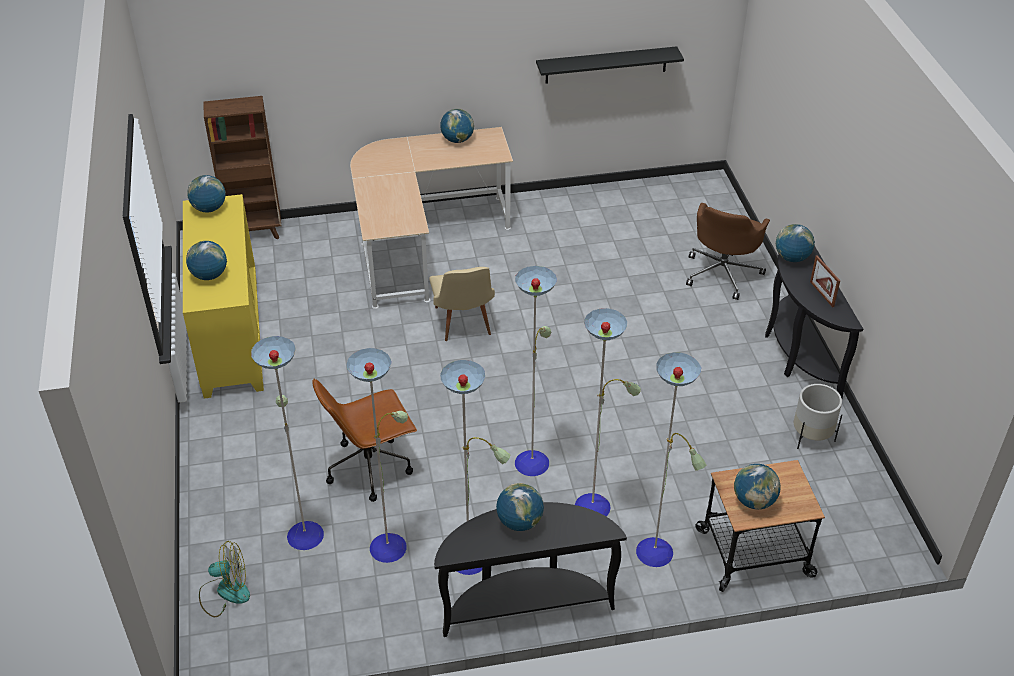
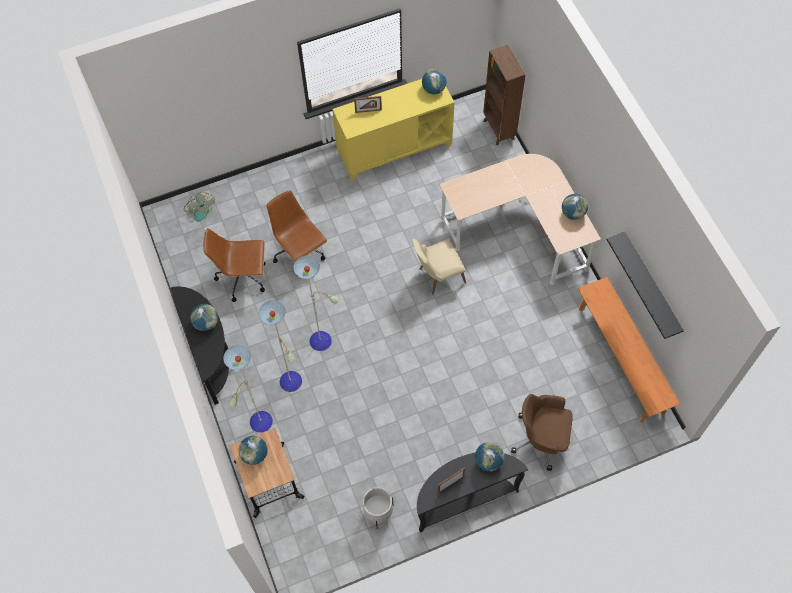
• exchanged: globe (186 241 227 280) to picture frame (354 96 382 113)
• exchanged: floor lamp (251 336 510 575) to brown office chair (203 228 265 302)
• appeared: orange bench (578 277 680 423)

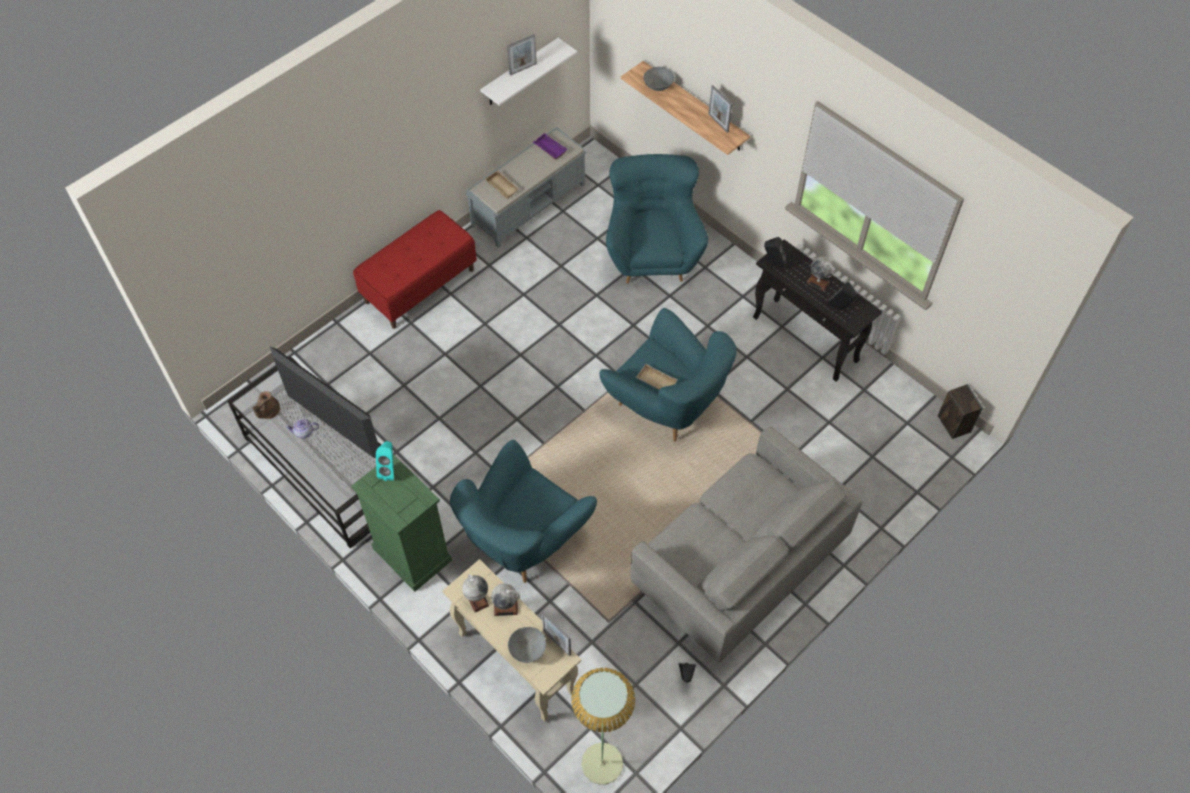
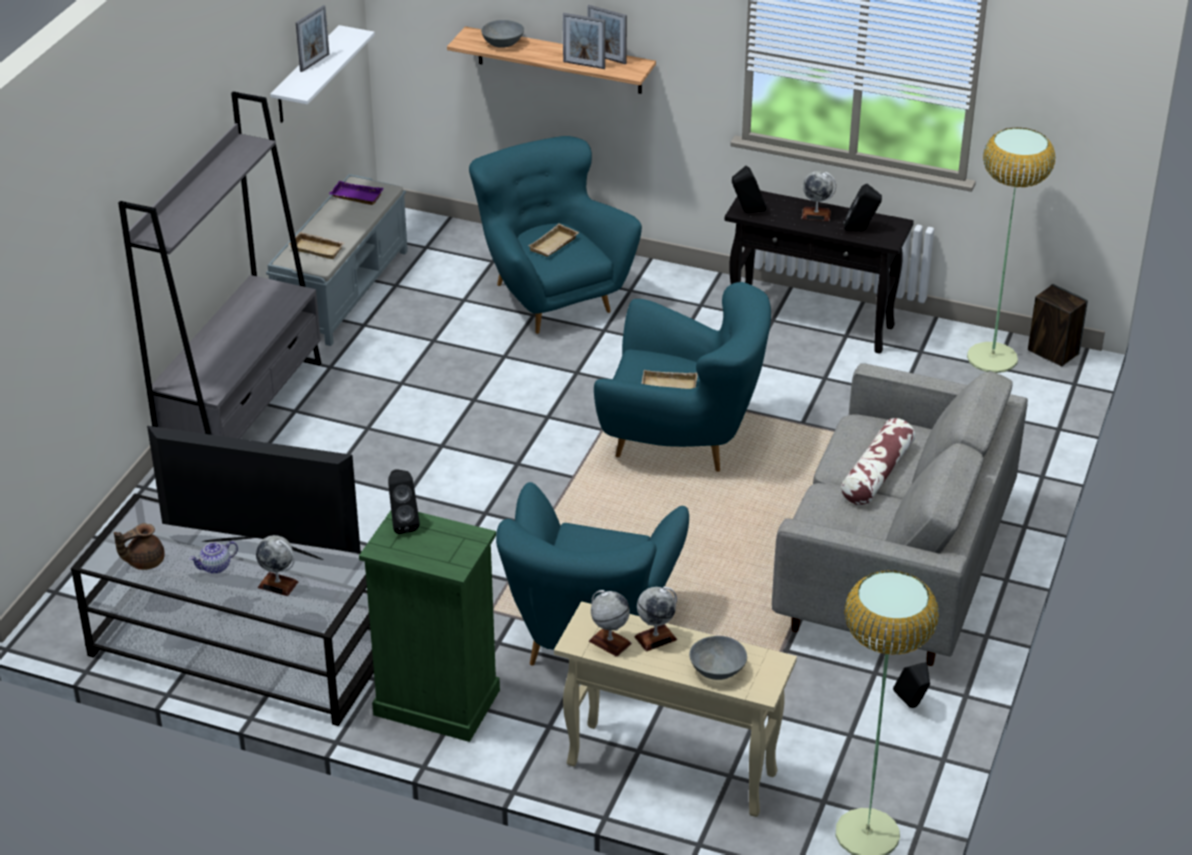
• exchanged: red bench (353 210 477 329) to grey bookcase (118 92 321 439)
• spun: brown teapot (253 391 280 419) = (114 523 165 570) 60 degrees clockwise
• colour: turquoise speaker (376 441 394 481) to black speaker (388 469 420 534)
• relocated: picture frame (542 612 571 656) to (563 13 605 69)
• appeared: floor lamp (967 128 1056 373)
• appeared: beige tray (528 223 579 257)
• appeared: pillow (840 418 915 506)
• appeared: globe (256 535 298 596)

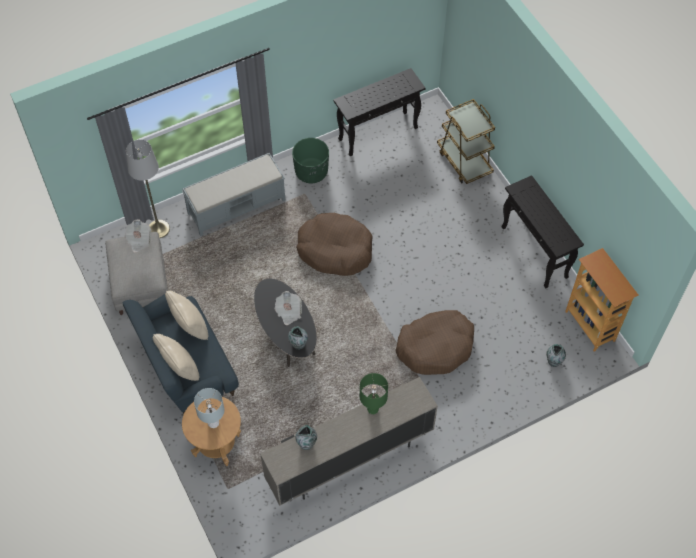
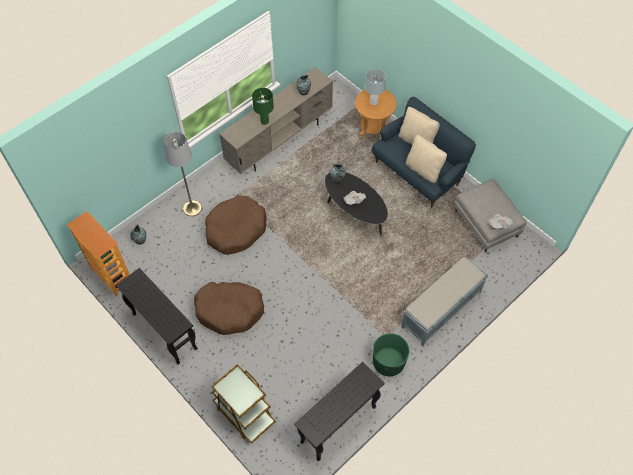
• relocated: grey floor lamp (126 140 170 238) to (164 132 202 216)
• relocated: brown dog bed (296 213 372 276) to (194 282 264 335)

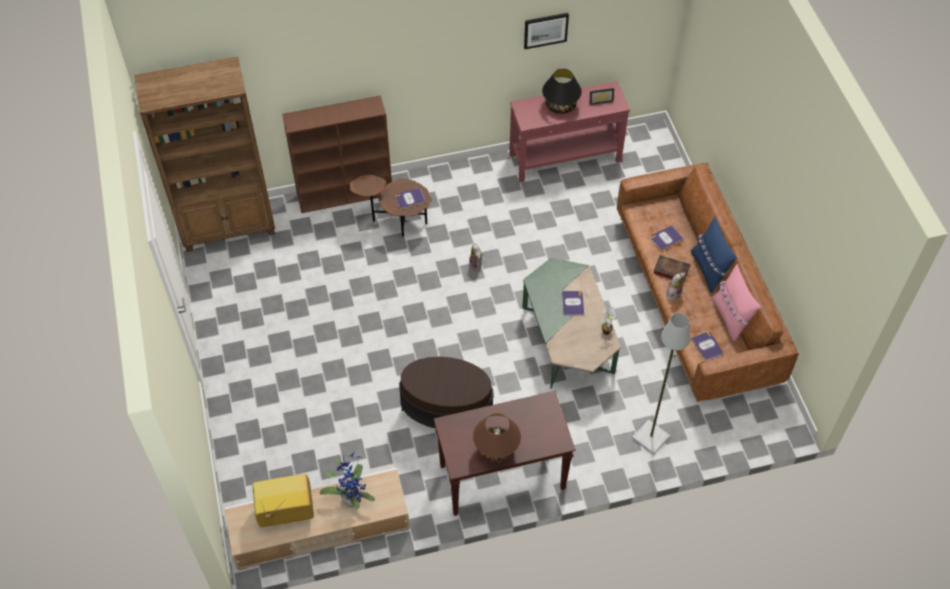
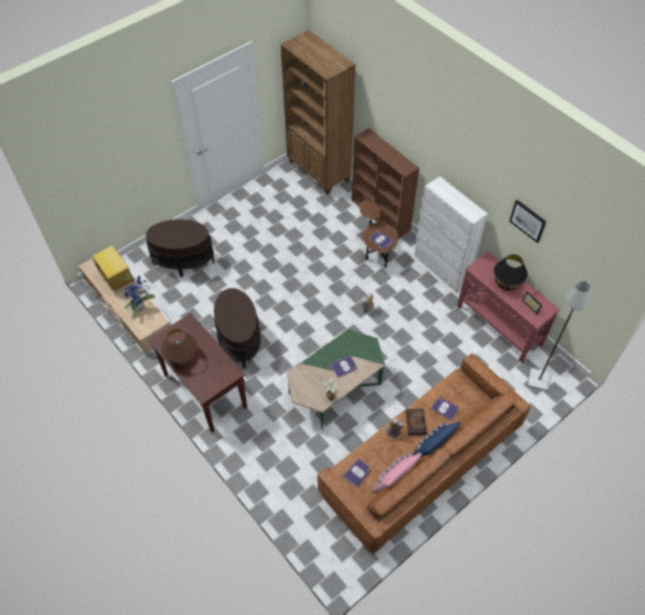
• relocated: grey floor lamp (632 313 691 455) to (528 281 591 391)
• appeared: white cabinet (414 176 488 292)
• appeared: brown side table (146 219 215 277)

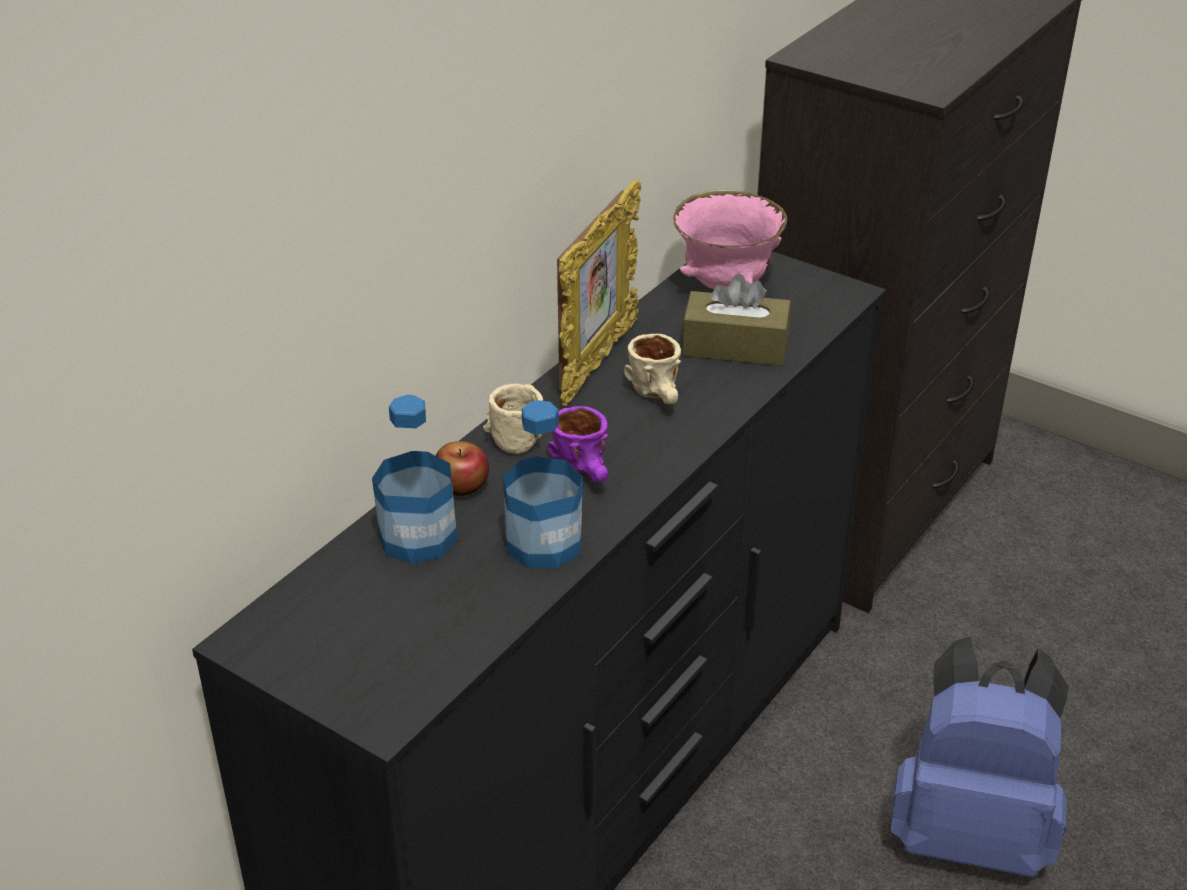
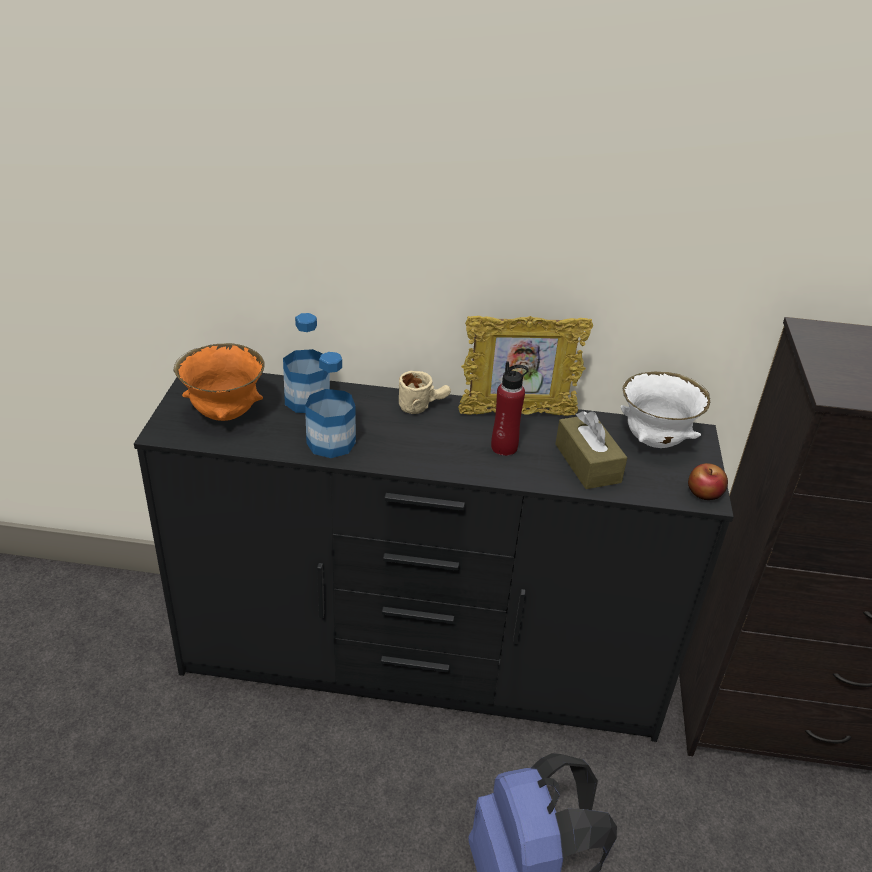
• colour: pink bowl (673 190 787 289) to white bowl (621 372 710 448)
• exchanged: beige mug (624 334 681 404) to red bottle (491 361 529 456)
• missing: purple mug (548 406 608 482)
• relocated: apple (436 441 489 496) to (688 463 728 500)
• appeared: orange bowl (173 343 265 421)

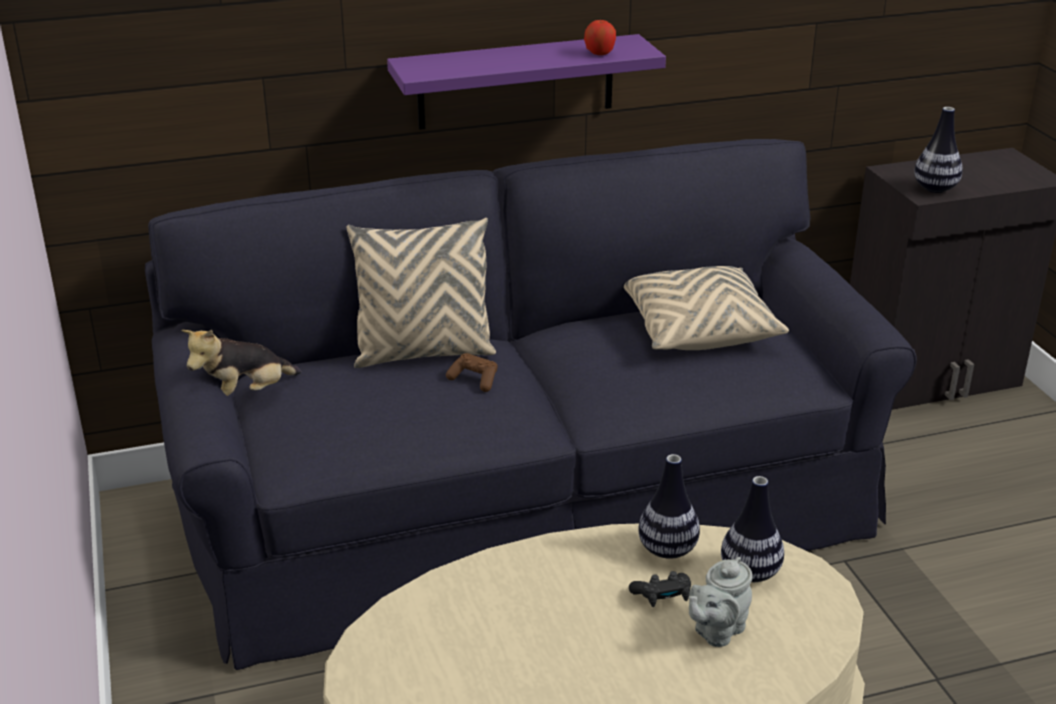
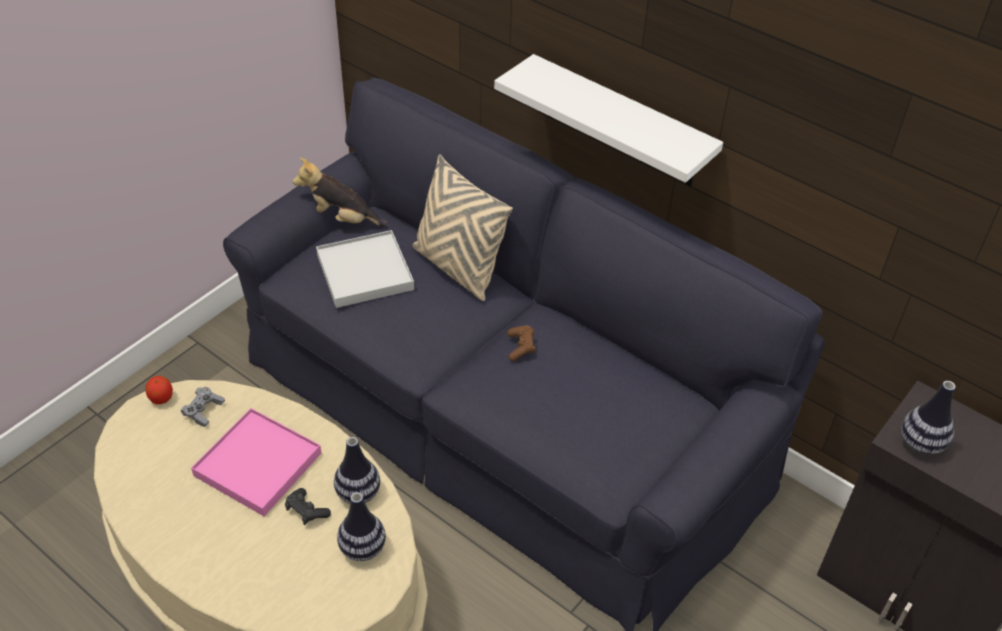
• relocated: apple (584 20 616 55) to (145 376 173 404)
• colour: purple shelf (387 34 666 130) to white shelf (494 54 723 186)
• missing: beige pillow (624 266 789 350)
• relocated: brown game controller (446 353 497 392) to (507 325 535 361)
• missing: grey teapot (689 557 753 647)
• appeared: white tray (316 230 414 308)
• appeared: grey game controller (181 387 225 427)
• appeared: pink tray (191 408 321 516)

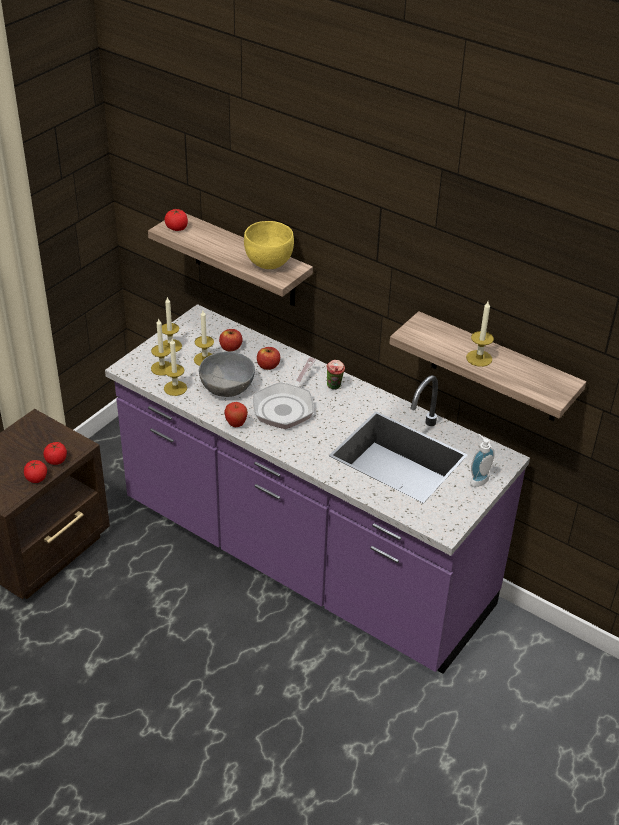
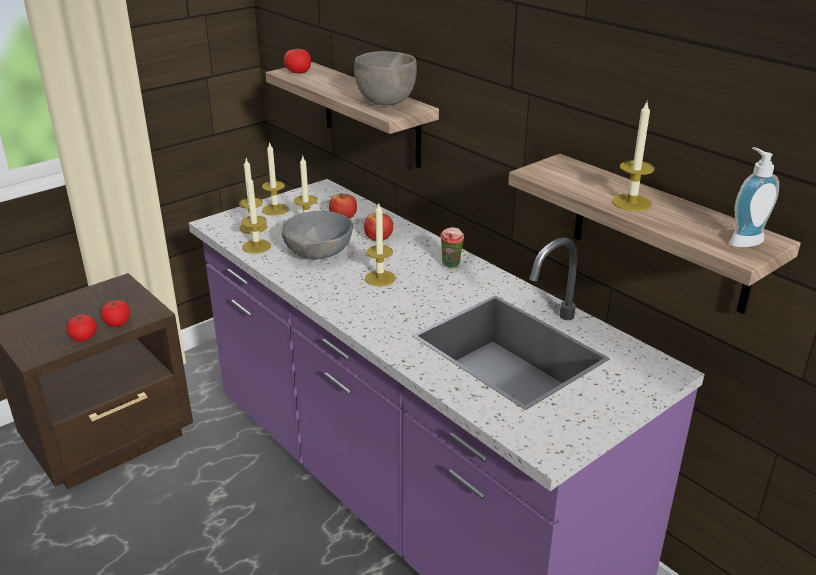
• colour: yellow bowl (244 221 294 269) to grey bowl (354 51 417 105)
• exchanged: frying pan (253 357 316 429) to candle (365 204 396 286)
• missing: apple (224 402 248 427)
• relocated: soap dispenser (470 434 495 487) to (730 147 779 247)

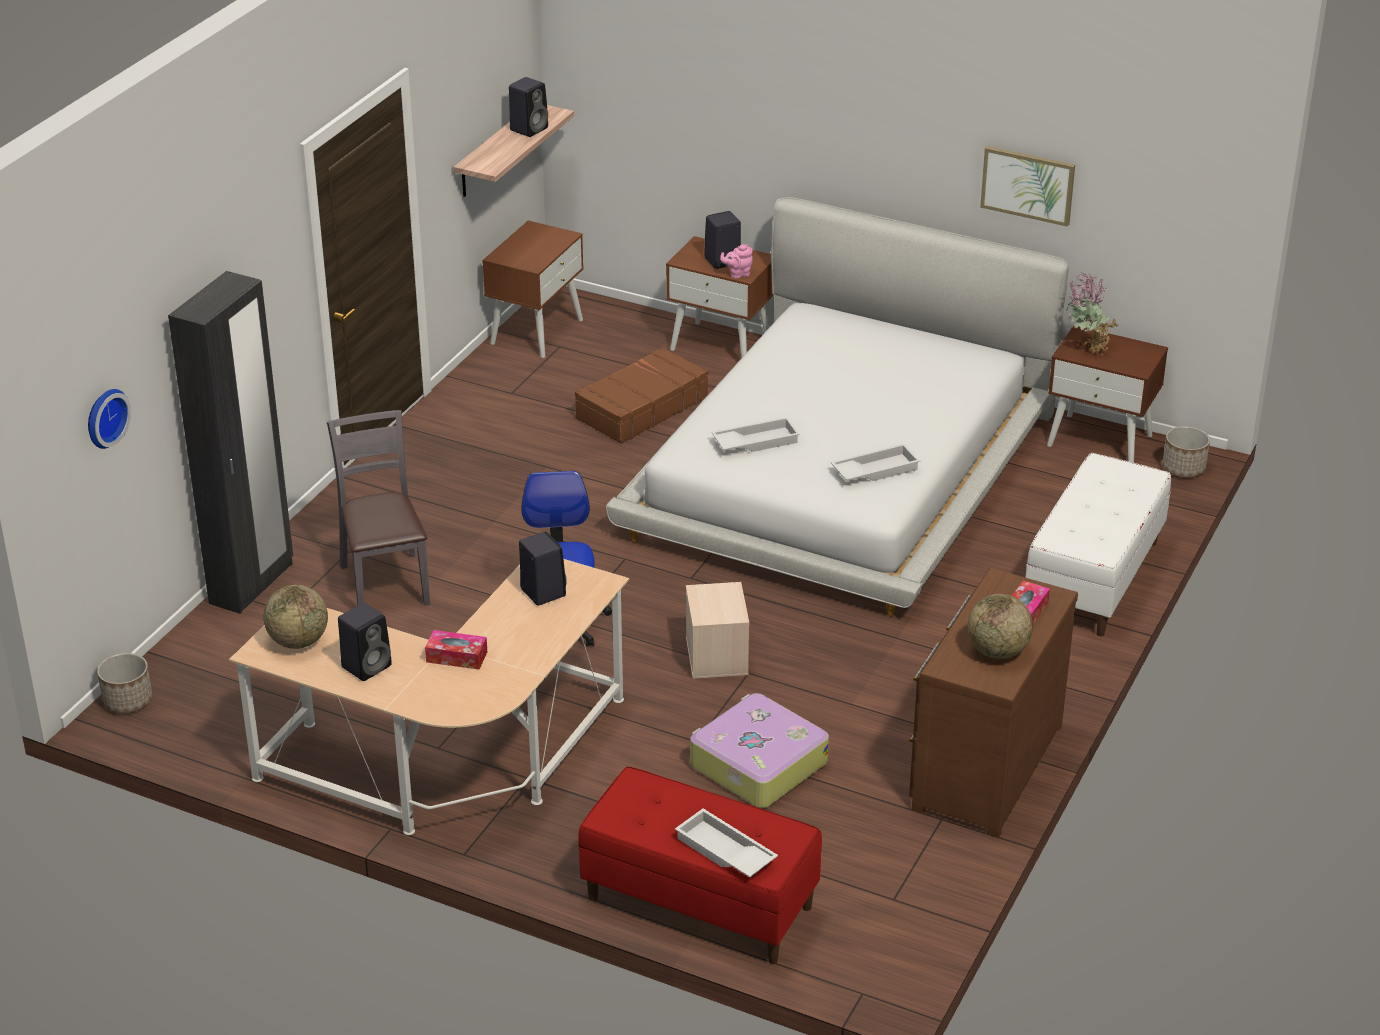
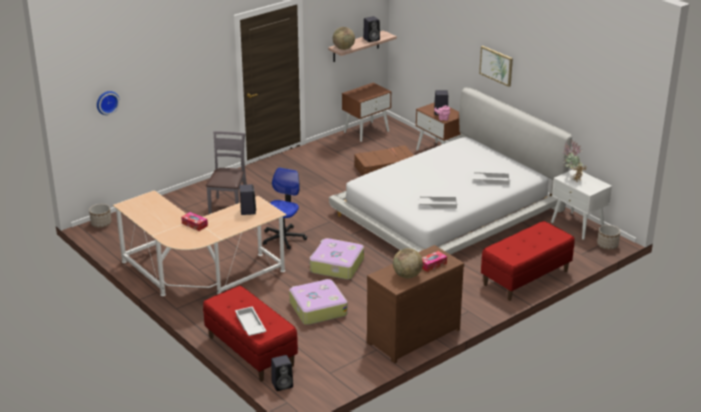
• relocated: picture (980 146 1075 227) to (479 46 513 87)
• missing: black wardrobe (168 271 293 614)
• colour: brown nightstand (1047 325 1168 463) to white nightstand (551 168 612 240)
• relocated: white tray (712 417 800 452) to (473 172 510 185)
• colour: white bench (1025 453 1171 636) to red bench (481 221 575 301)
• exchanged: beige storage box (686 582 749 679) to suitcase (309 238 364 280)
• relocated: globe (264 585 328 649) to (333 27 355 50)
• relocated: black speaker (338 603 392 681) to (271 355 293 391)

